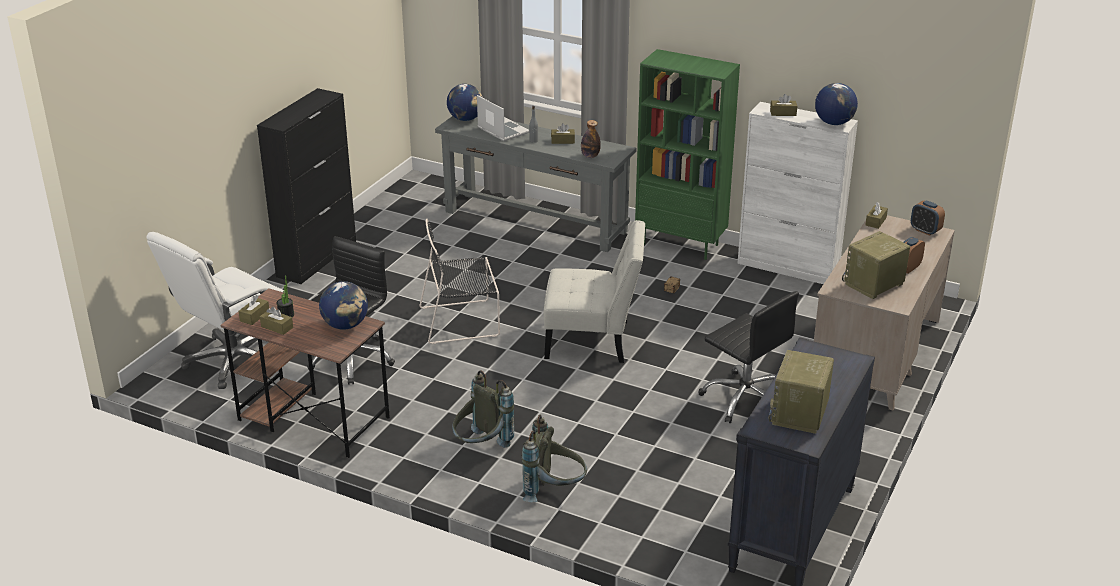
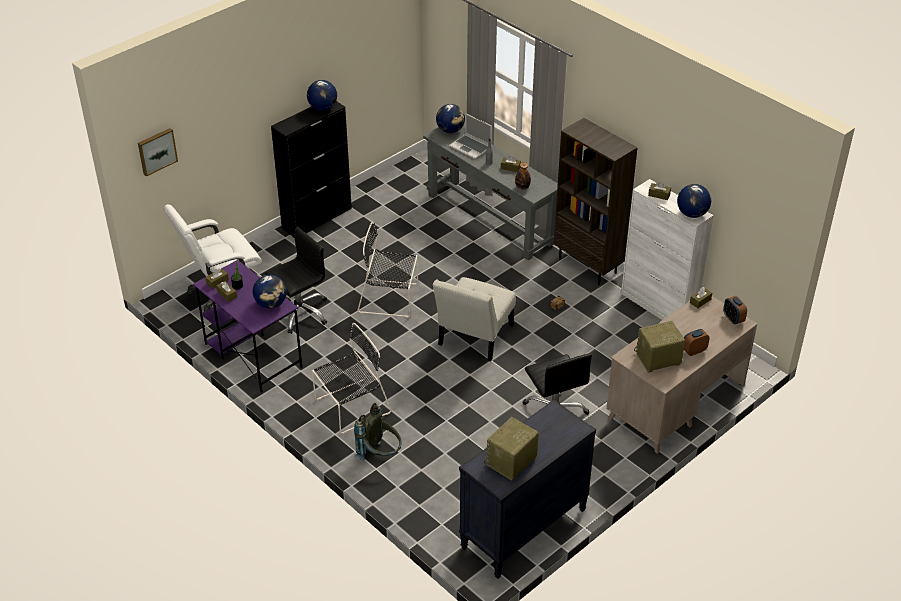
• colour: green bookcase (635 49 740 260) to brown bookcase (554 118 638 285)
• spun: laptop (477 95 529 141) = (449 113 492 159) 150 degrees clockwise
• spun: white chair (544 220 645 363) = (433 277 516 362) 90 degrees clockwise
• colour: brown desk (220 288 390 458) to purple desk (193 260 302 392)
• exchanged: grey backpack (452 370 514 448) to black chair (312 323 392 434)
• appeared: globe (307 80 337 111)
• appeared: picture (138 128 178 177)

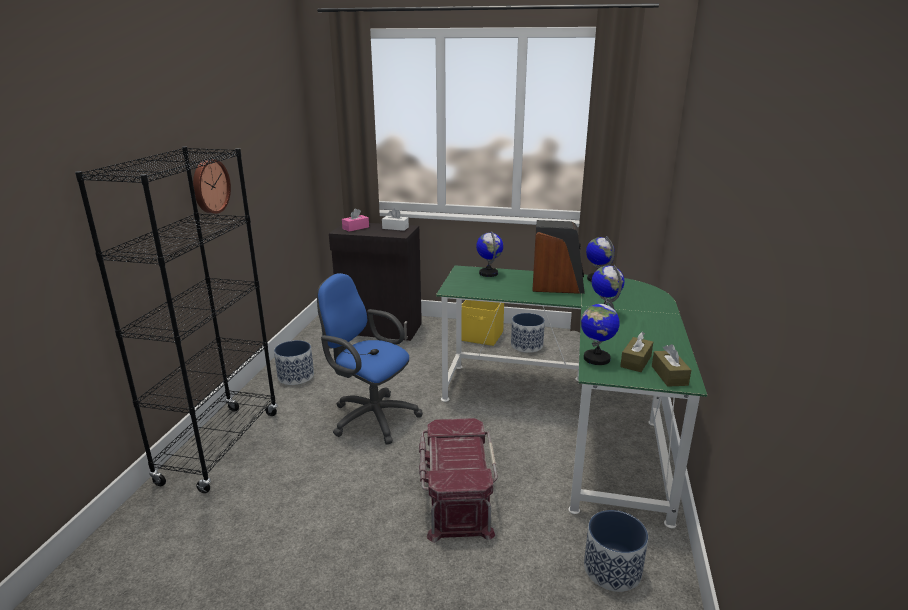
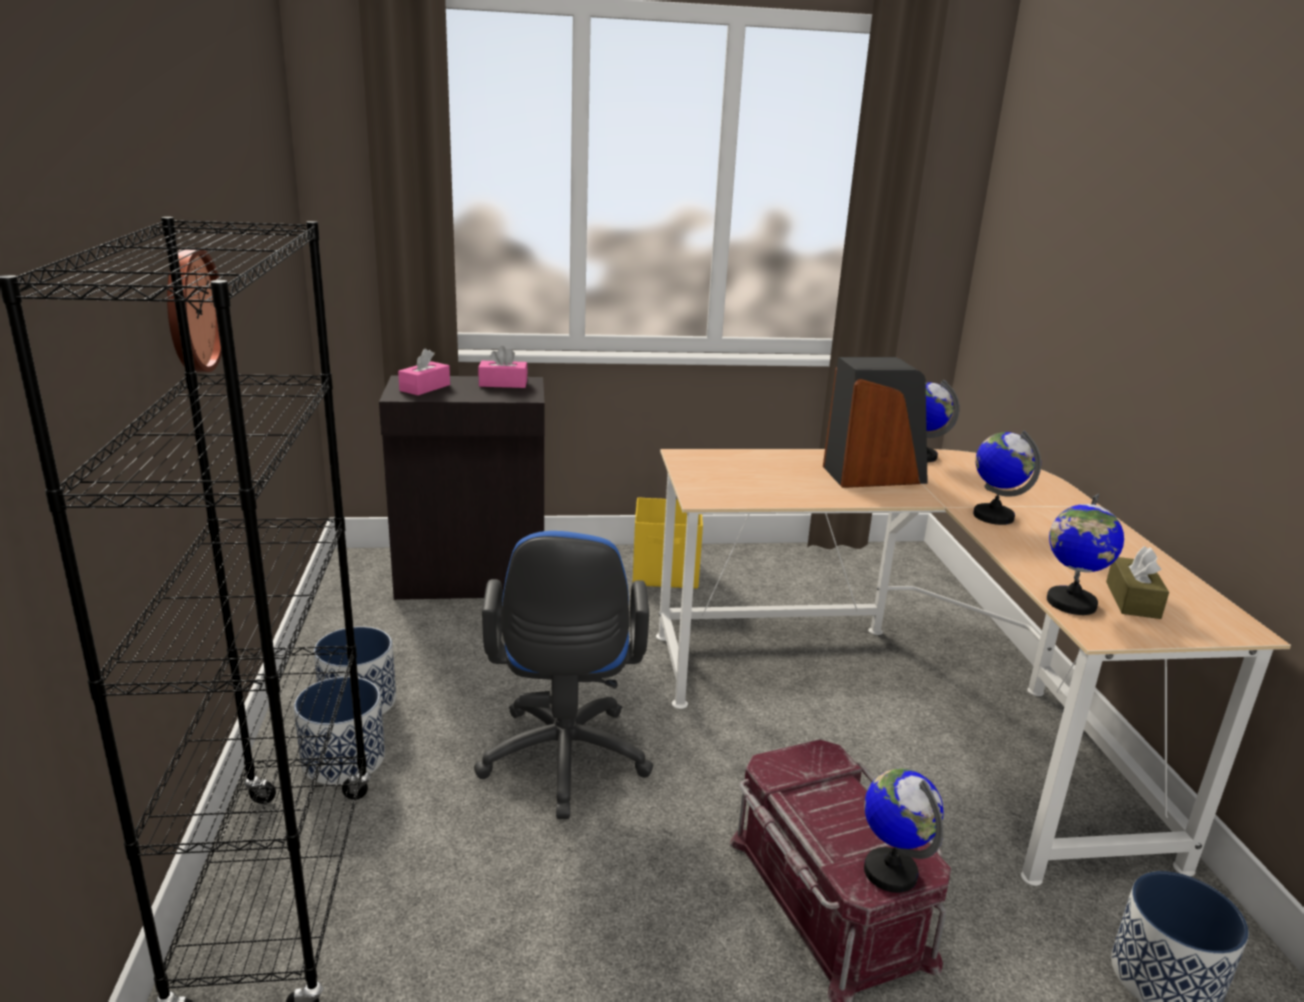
• colour: white tissue box (382 208 409 231) to pink tissue box (478 346 528 388)
• relocated: globe (476 231 503 277) to (864 768 944 893)
• colour: green desk (436 265 707 528) to beige desk (656 449 1291 886)
• spun: blue office chair (317 273 423 445) = (474 531 653 819) 105 degrees counterclockwise
• relocated: planter (511 313 545 353) to (294 676 385 785)
• missing: brown tissue box (652 344 691 387)

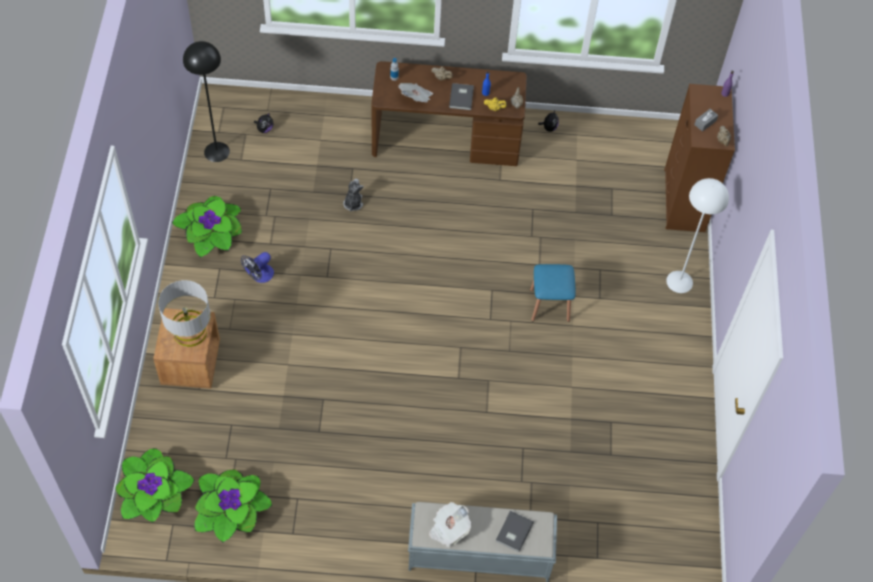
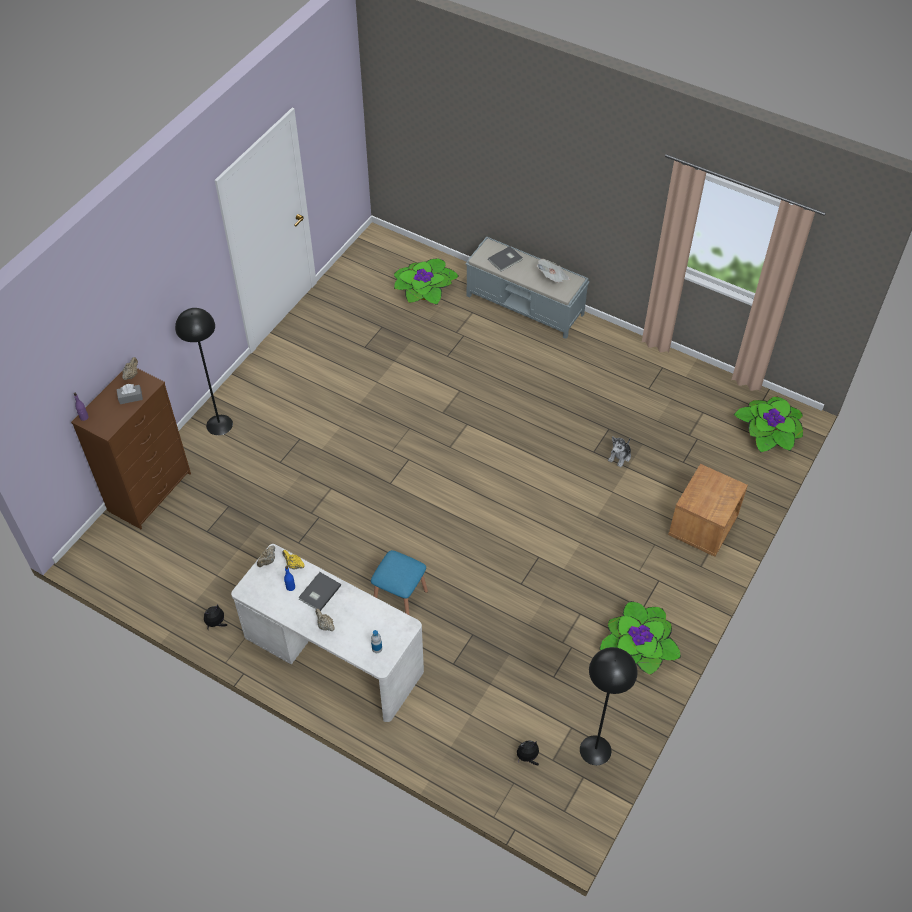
• colour: brown desk (371 61 527 166) to white desk (231 544 424 722)
• missing: newspaper (398 83 433 103)
• relocated: plush toy (343 178 364 212) to (608 437 631 467)
• colour: white floor lamp (666 178 729 293) to black floor lamp (175 308 233 435)
• missing: fan (241 252 274 283)
• relocated: blue stool (530 264 576 322) to (371 550 428 615)
• missing: grey table lamp (158 280 211 347)
• relocated: potted plant (195 469 272 543) to (394 259 459 305)

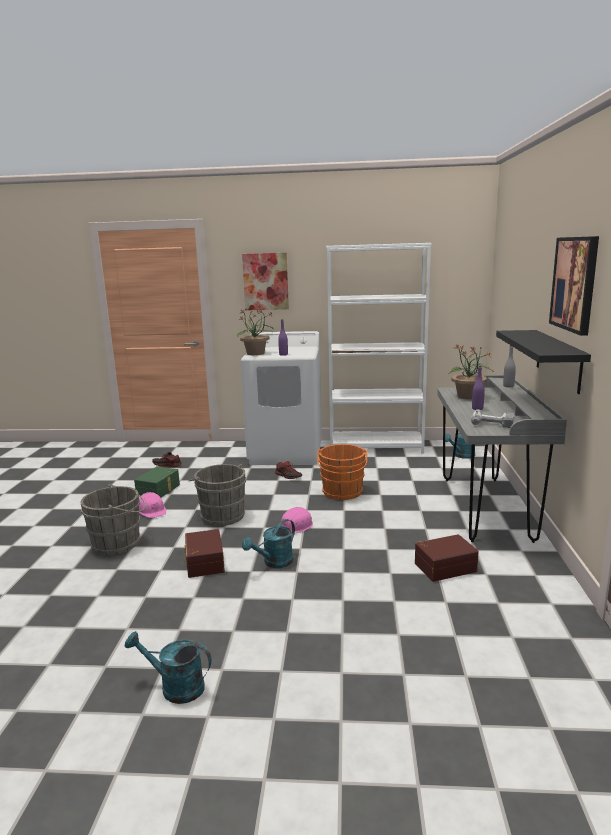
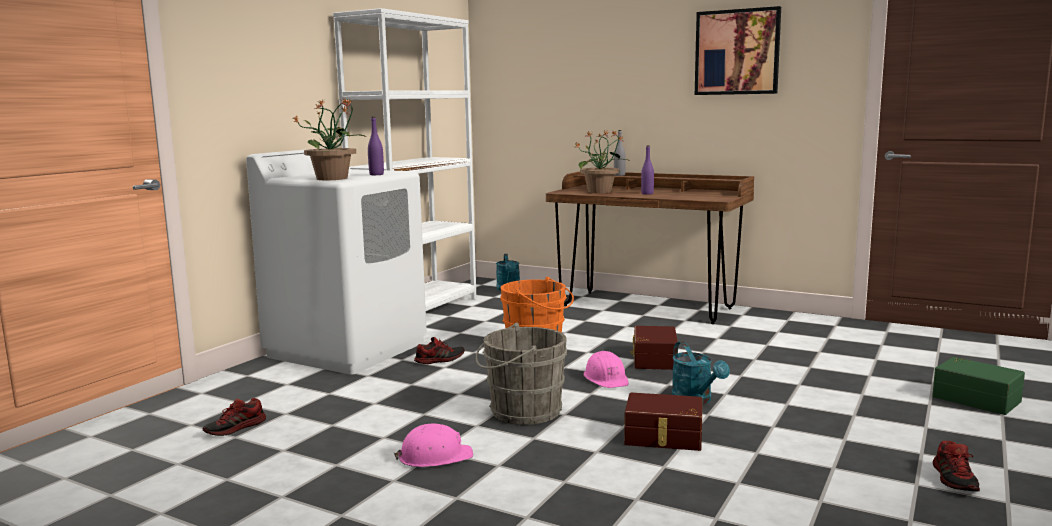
• missing: picture (242 253 289 310)
• missing: black shelf (496 330 591 394)
• colour: grey desk (437 375 567 543) to brown desk (546 171 754 324)
• missing: power drill (471 409 514 428)
• relocated: green storage box (134 466 180 497) to (932 357 1025 415)
• missing: grey bucket (80 484 146 555)
• relocated: brown storage box (415 534 479 582) to (631 326 678 370)
• exchanged: turquoise watering can (125 631 212 704) to shoe (933 441 980 492)

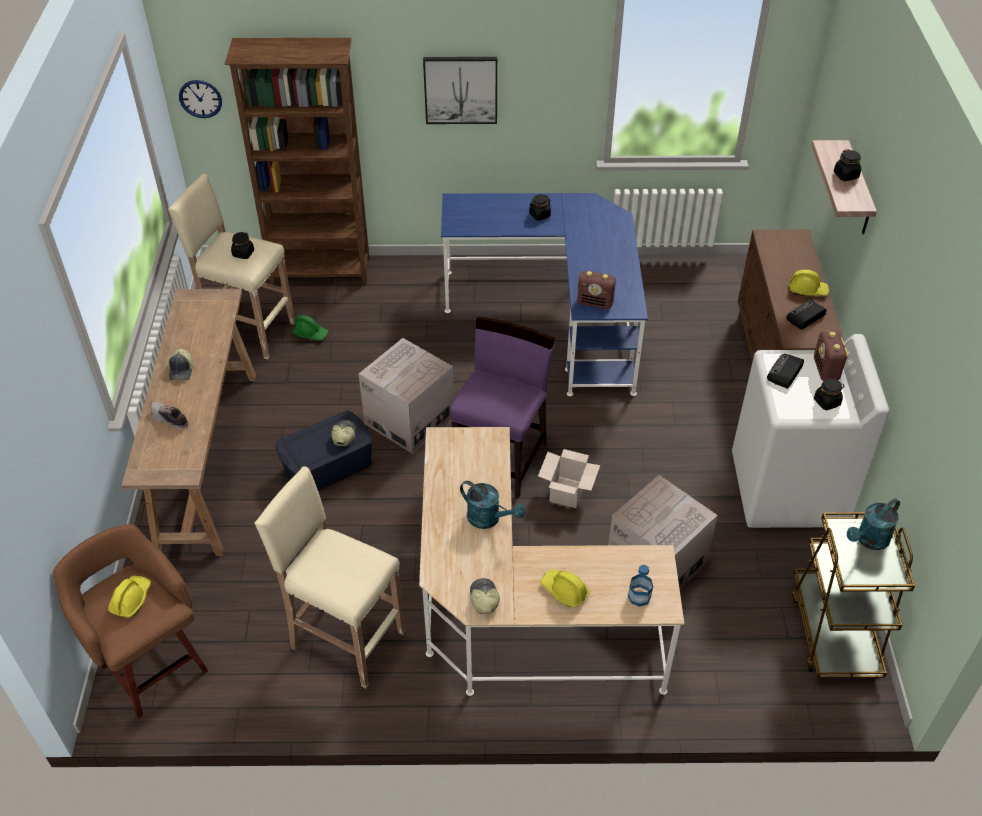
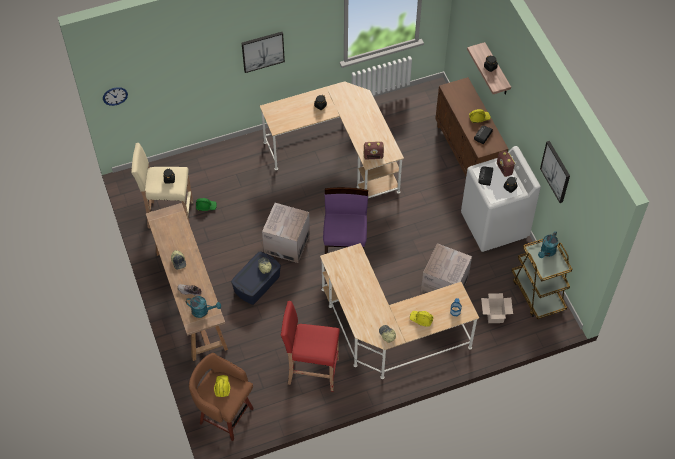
• missing: brown bookcase (225 38 370 284)
• colour: blue desk (441 193 648 396) to beige desk (260 81 404 198)
• relocated: cardboard box (538 449 600 508) to (481 293 513 323)
• colour: beige stool (254 467 405 688) to red stool (281 301 340 392)
• relocated: turquoise watering can (460 481 525 529) to (186 296 221 318)
• appeared: picture (540 141 570 203)

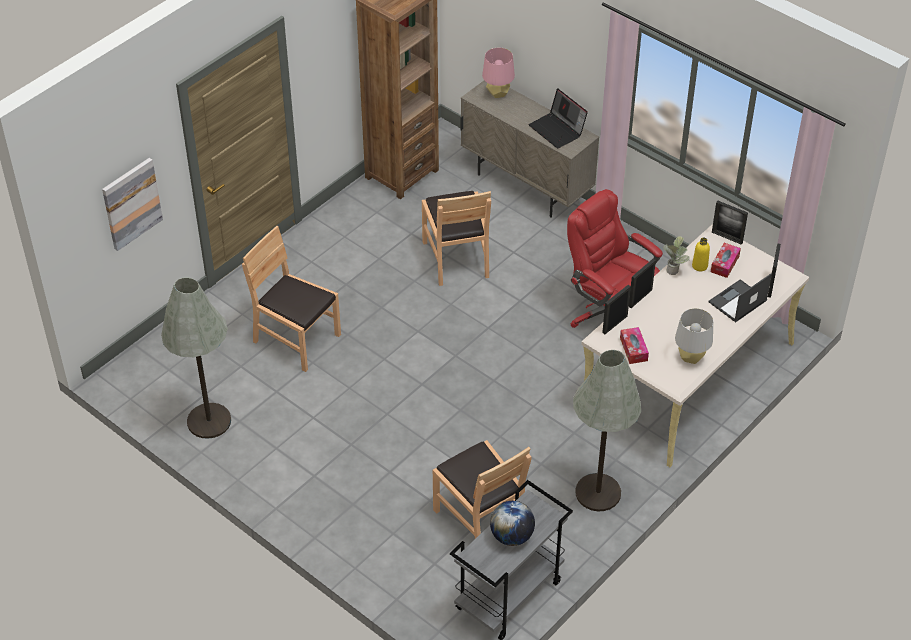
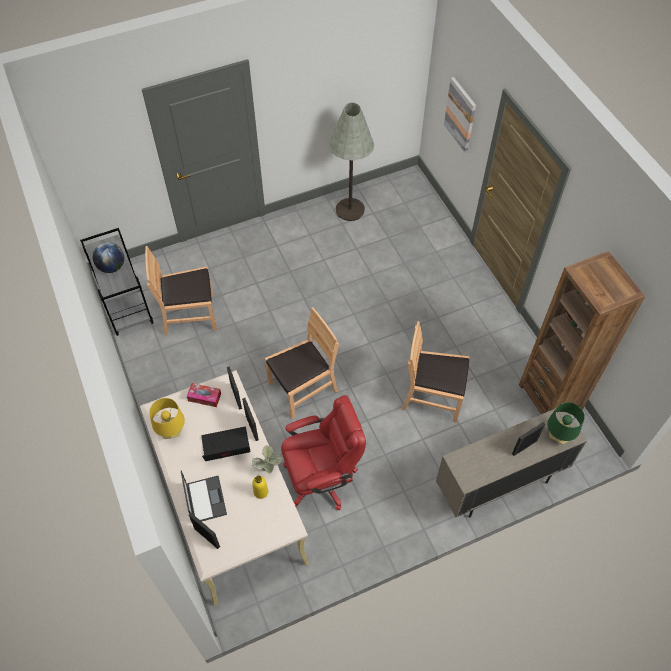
• colour: pink table lamp (482 47 515 98) to green table lamp (548 402 585 444)
• relocated: laptop (529 88 588 149) to (201 427 250 461)
• relocated: picture frame (712 201 748 245) to (512 422 545 456)
• relocated: brown chair (242 226 341 372) to (265 307 339 419)
• missing: tissue box (711 243 741 278)
• colour: grey table lamp (675 308 713 364) to yellow table lamp (149 398 185 439)
• missing: grey floor lamp (573 350 641 511)

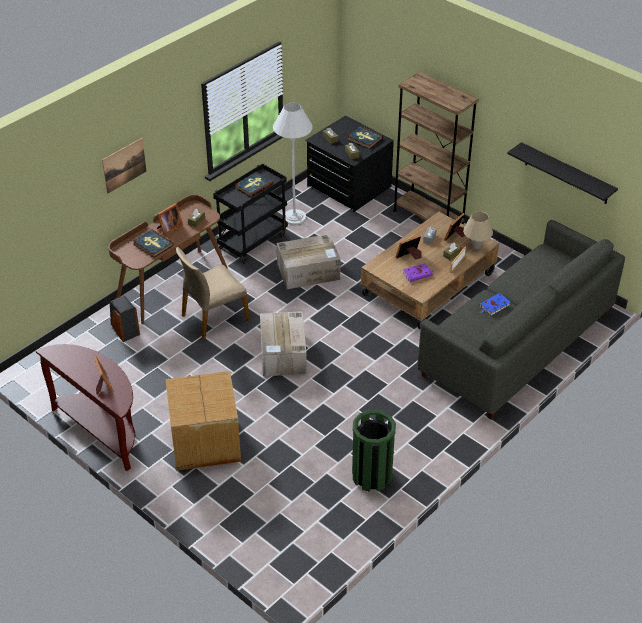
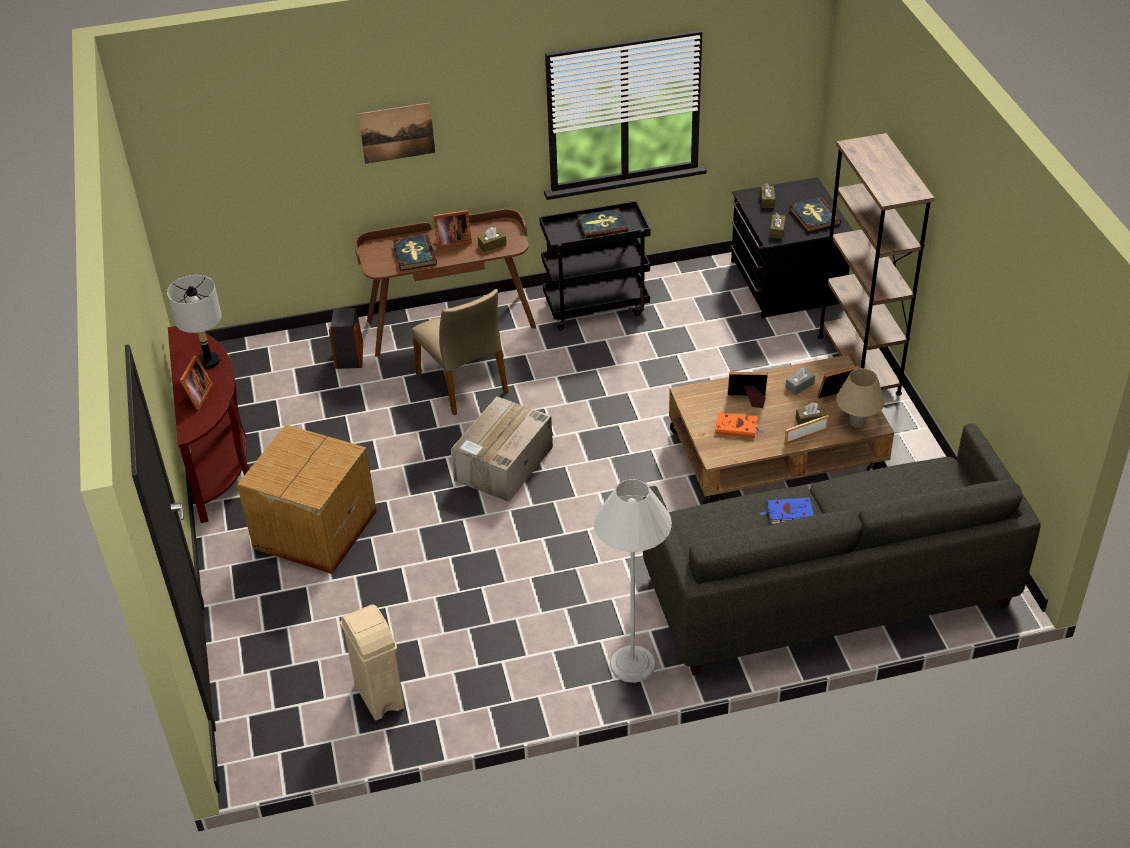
• relocated: white floor lamp (273 102 313 225) to (594 478 672 683)
• missing: black shelf (507 142 618 204)
• missing: cardboard box (277 234 341 289)
• spun: beige chair (176 247 250 340) = (412 289 508 415) 120 degrees counterclockwise
• colour: purple book (403 263 434 282) to orange book (715 412 764 438)
• missing: green trash can (352 410 396 492)
• appeared: grey table lamp (167 275 222 369)
• appeared: beige trash can (340 604 405 721)

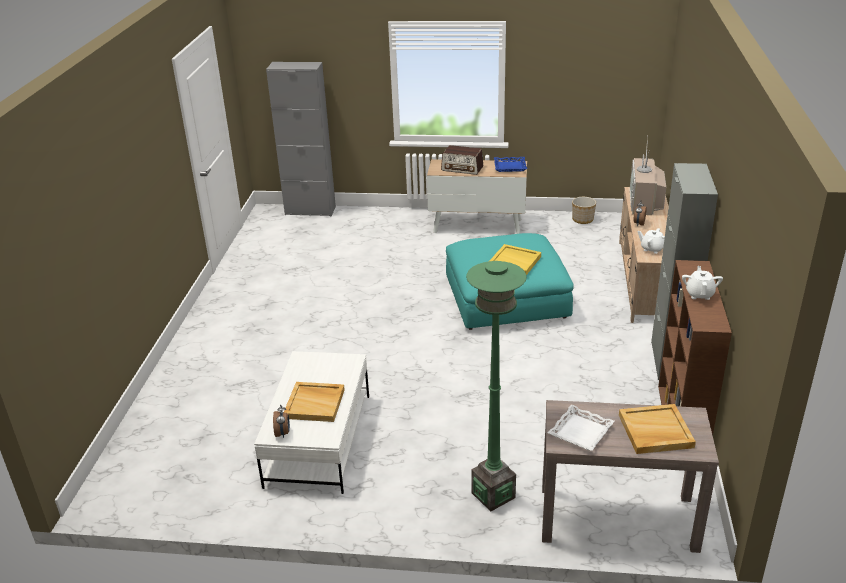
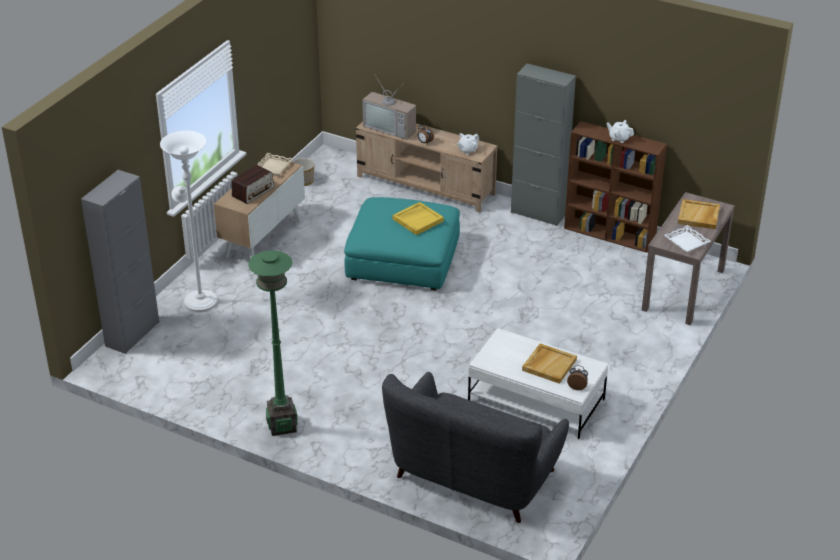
• colour: blue tray (494 157 527 172) to beige tray (258 153 293 176)
• relocated: green floor lamp (466 261 527 511) to (248 250 298 436)
• appeared: white floor lamp (160 131 218 313)
• appeared: grey sofa (382 372 569 523)

